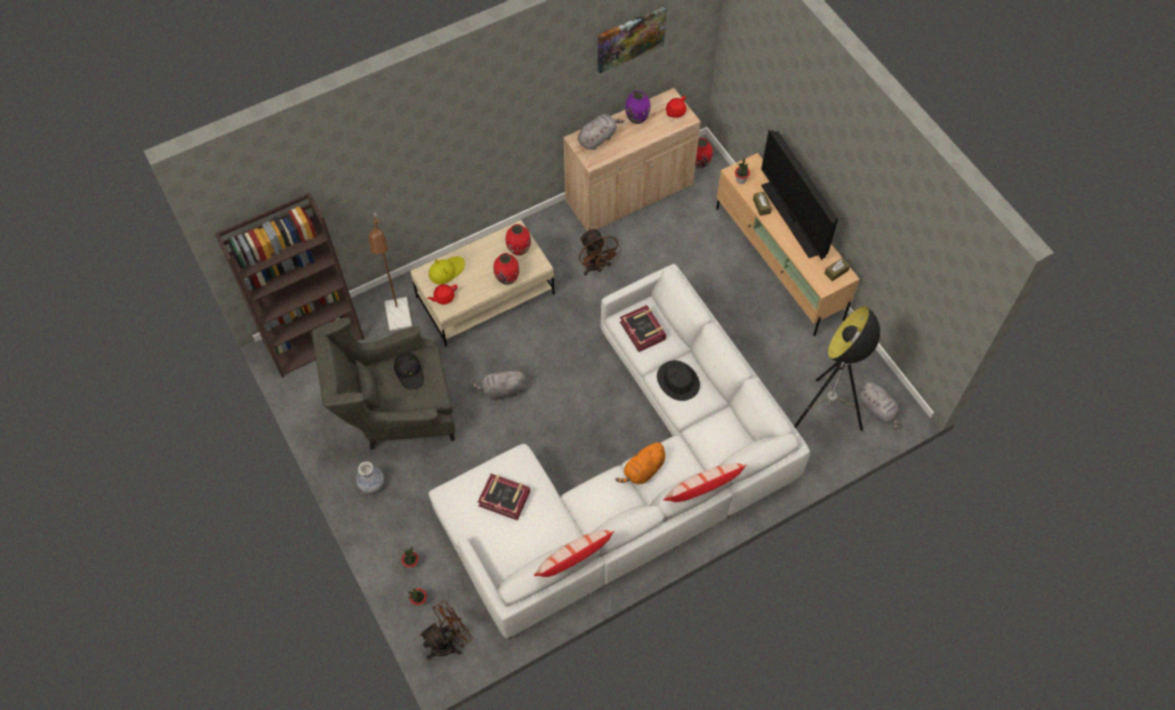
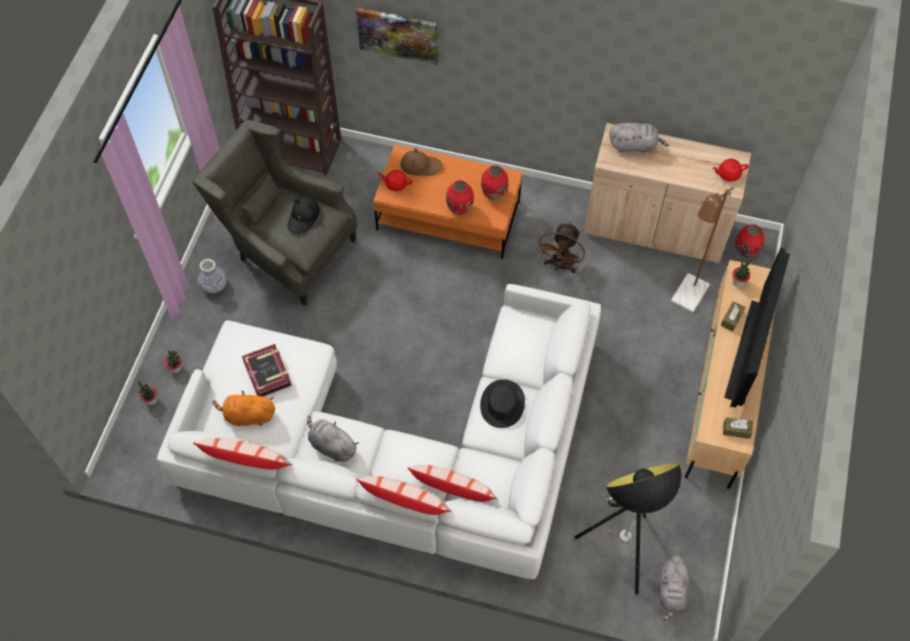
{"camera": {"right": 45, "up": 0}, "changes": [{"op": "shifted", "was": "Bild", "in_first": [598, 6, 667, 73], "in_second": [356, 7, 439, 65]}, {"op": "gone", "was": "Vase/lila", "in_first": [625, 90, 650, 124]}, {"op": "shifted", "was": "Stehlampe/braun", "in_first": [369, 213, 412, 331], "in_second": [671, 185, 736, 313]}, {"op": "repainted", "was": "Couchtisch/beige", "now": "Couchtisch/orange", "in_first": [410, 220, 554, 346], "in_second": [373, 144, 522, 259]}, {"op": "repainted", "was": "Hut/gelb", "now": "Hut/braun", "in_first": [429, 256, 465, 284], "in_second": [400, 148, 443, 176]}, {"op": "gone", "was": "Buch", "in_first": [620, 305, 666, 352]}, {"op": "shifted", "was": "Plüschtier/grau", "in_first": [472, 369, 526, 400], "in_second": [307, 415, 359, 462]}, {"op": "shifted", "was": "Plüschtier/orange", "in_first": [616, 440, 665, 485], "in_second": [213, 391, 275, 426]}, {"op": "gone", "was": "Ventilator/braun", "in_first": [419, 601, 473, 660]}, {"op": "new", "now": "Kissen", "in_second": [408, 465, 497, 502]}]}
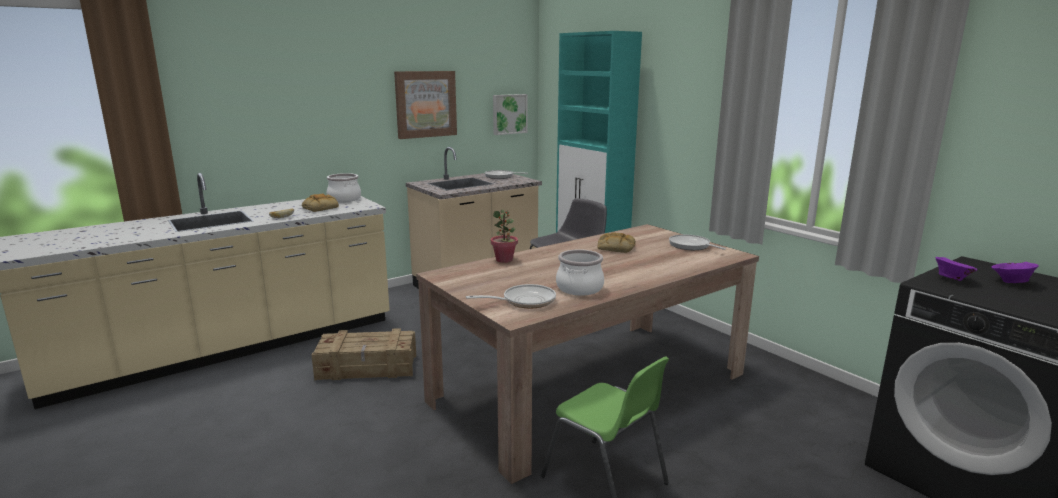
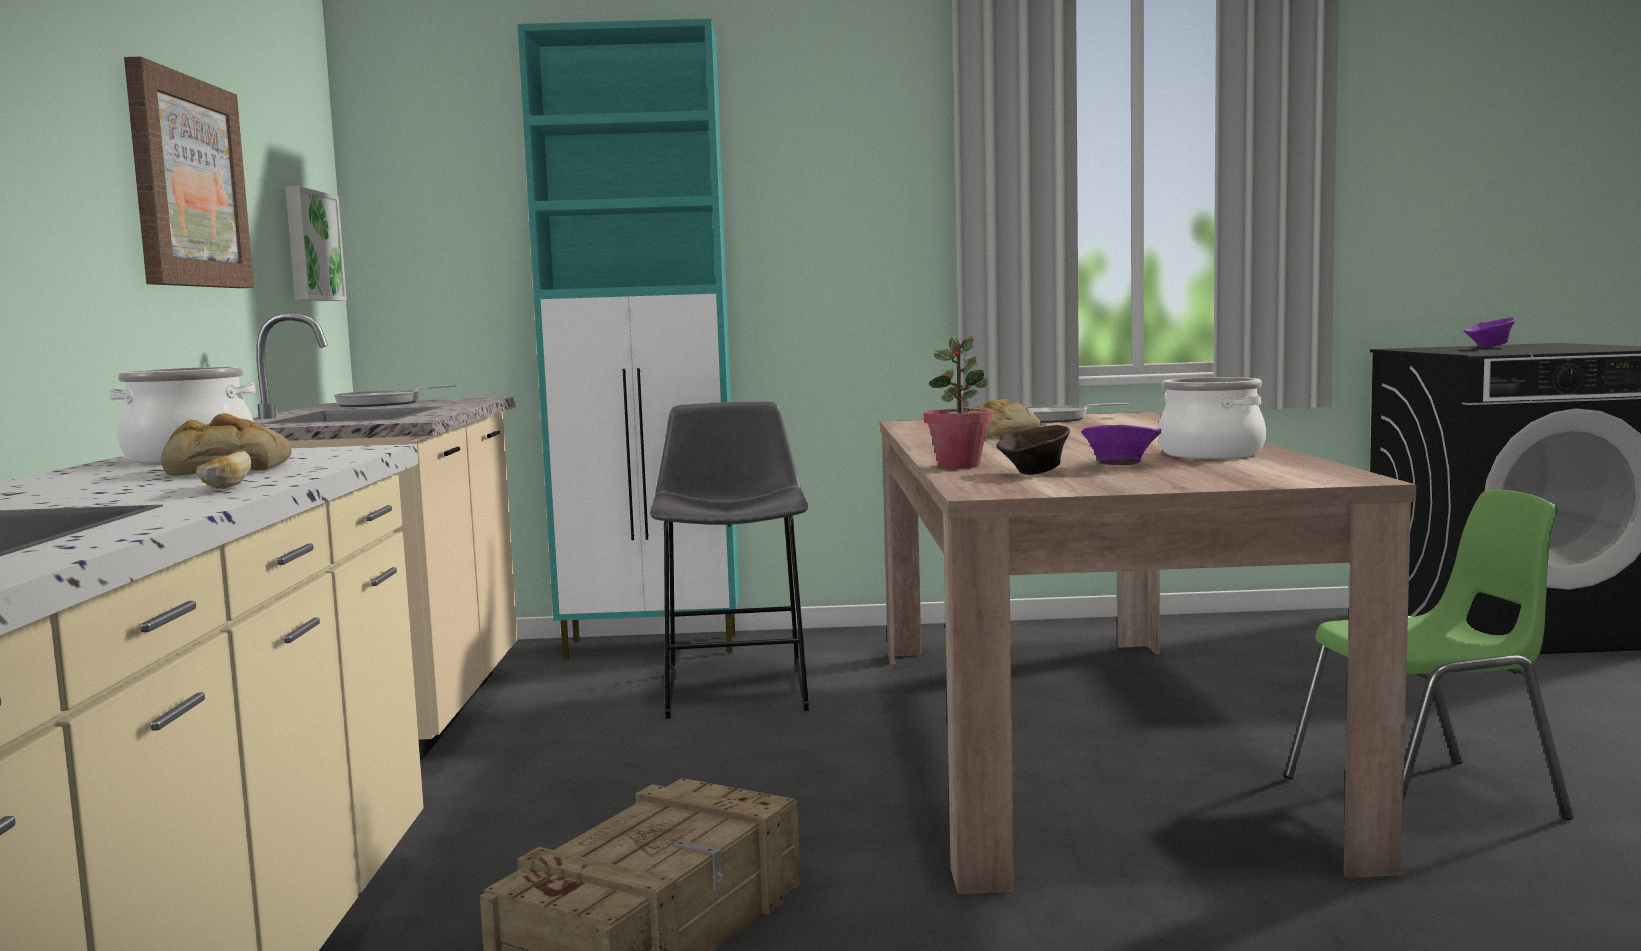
{"camera": {"right": -55, "up": -10}, "changes": [{"op": "shifted", "was": "Schüssel/lila", "in_first": [935, 257, 977, 281], "in_second": [1081, 425, 1161, 465]}, {"op": "gone", "was": "Pfanne", "in_first": [466, 284, 556, 308]}, {"op": "new", "now": "Schüssel/braun", "in_second": [997, 425, 1070, 475]}]}
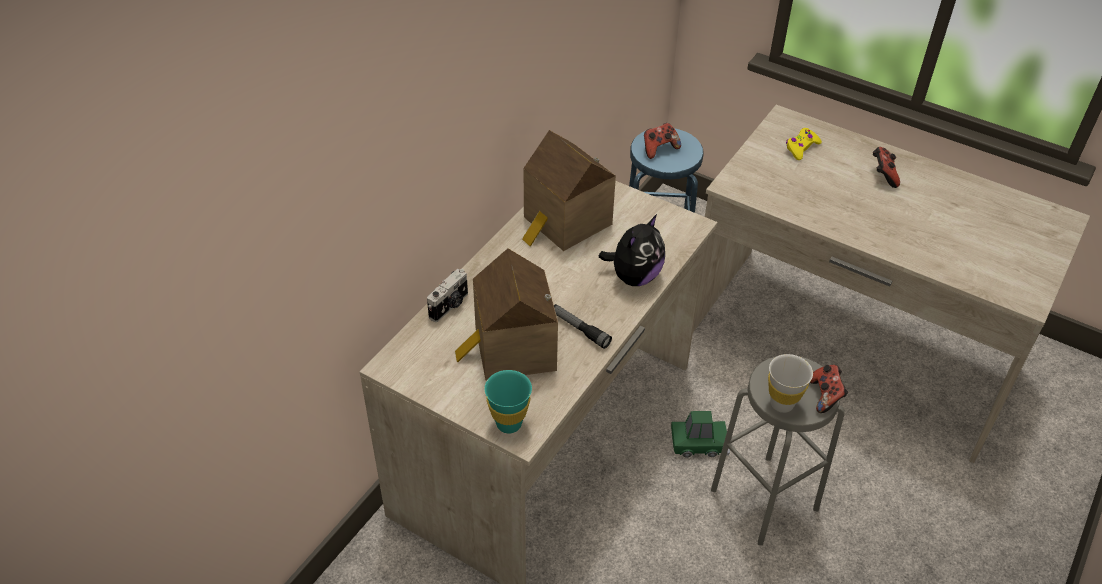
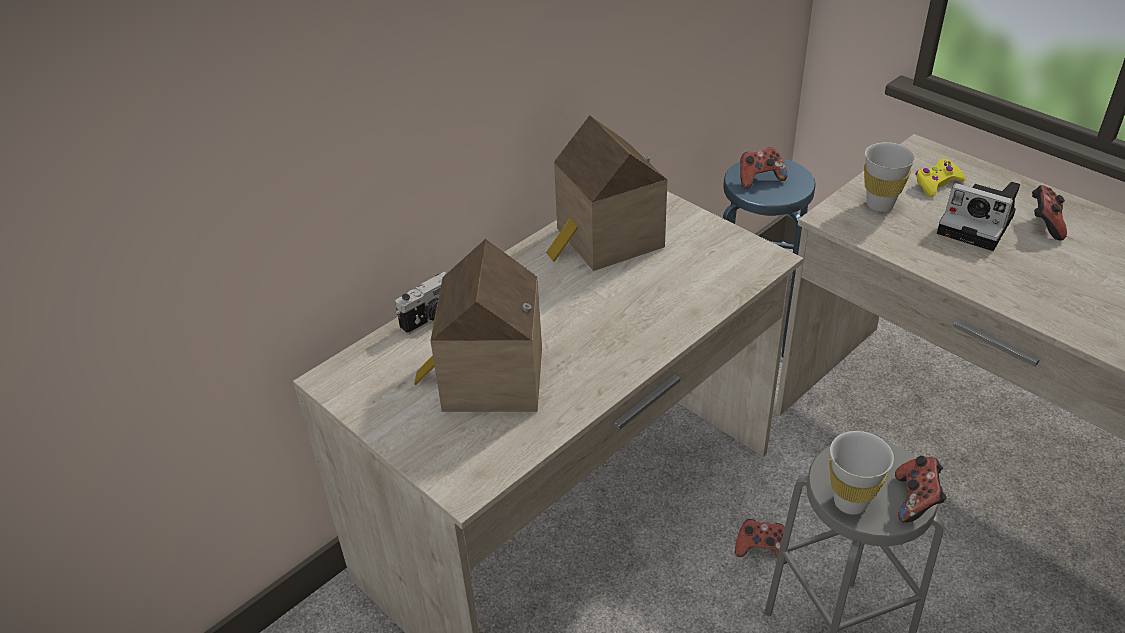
{"camera": {"right": 15, "up": -5}, "changes": [{"op": "gone", "was": "Plüschtier", "in_first": [599, 214, 665, 286]}, {"op": "gone", "was": "Taschenlampe", "in_first": [554, 304, 612, 349]}, {"op": "gone", "was": "Tasse/türkis", "in_first": [484, 370, 532, 433]}, {"op": "swapped", "was": "Spielzeugauto/grün", "now": "Gamepad", "in_first": [671, 411, 730, 458], "in_second": [735, 519, 789, 564]}, {"op": "new", "now": "Tasse/weiß", "in_second": [864, 142, 916, 212]}, {"op": "new", "now": "Kamera", "in_second": [937, 182, 1020, 251]}]}
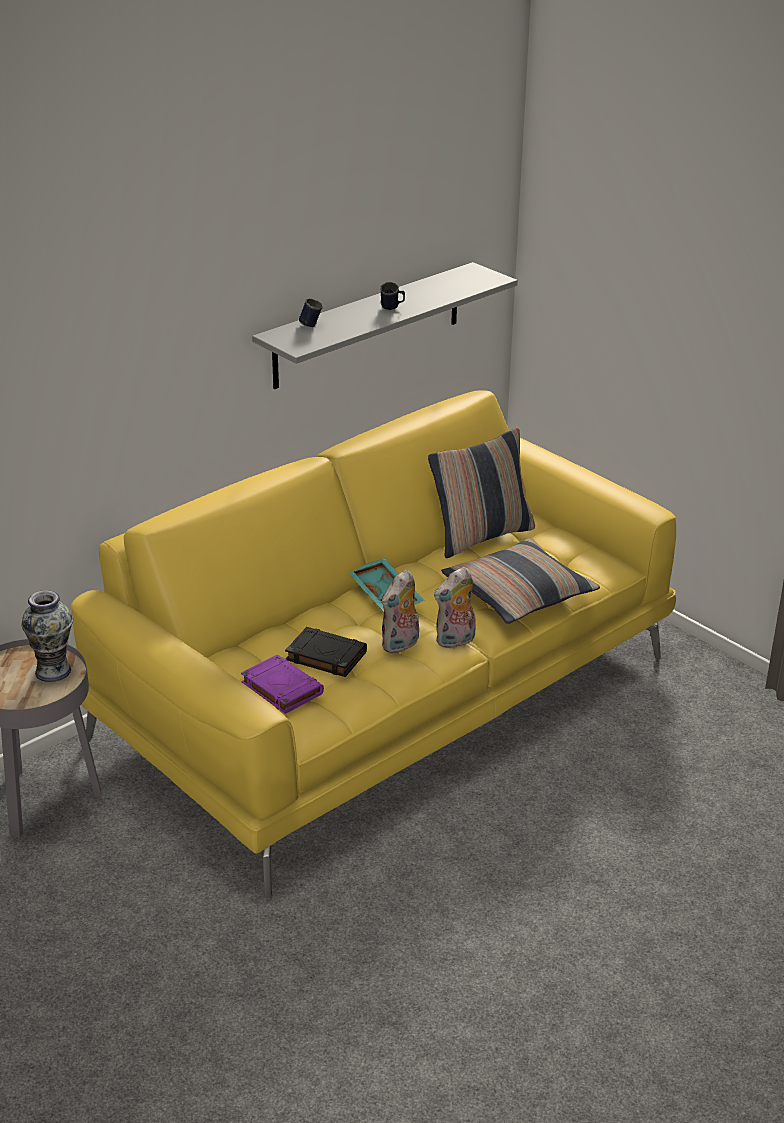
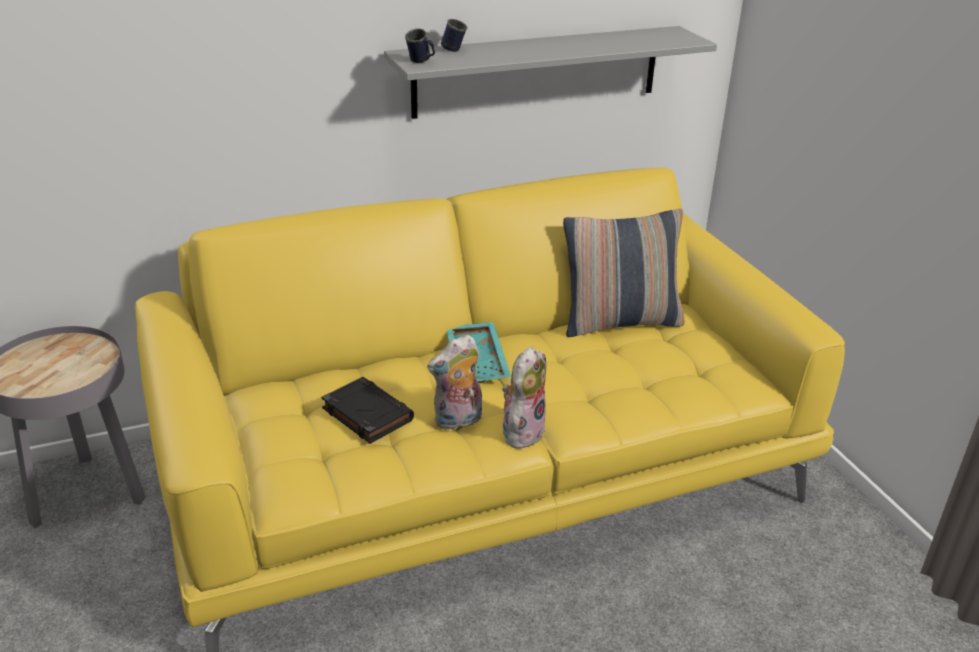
{"camera": {"right": 20, "up": 0}, "changes": [{"op": "shifted", "was": "Henkelbecher/blau", "in_first": [380, 282, 405, 310], "in_second": [405, 28, 435, 63]}, {"op": "gone", "was": "Kissen", "in_first": [441, 538, 600, 624]}, {"op": "rotated", "was": "Plüschtier", "in_first": [434, 567, 476, 648], "in_second": [502, 347, 546, 449], "clockwise": 135}, {"op": "gone", "was": "Vase", "in_first": [22, 590, 73, 682]}, {"op": "gone", "was": "Buch/lila", "in_first": [241, 654, 324, 714]}]}
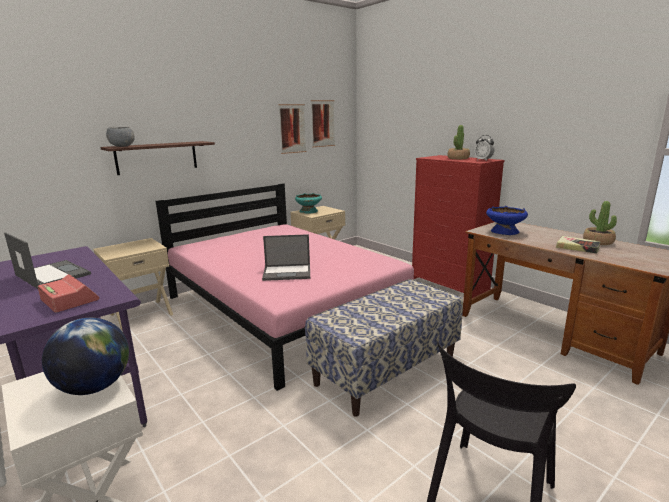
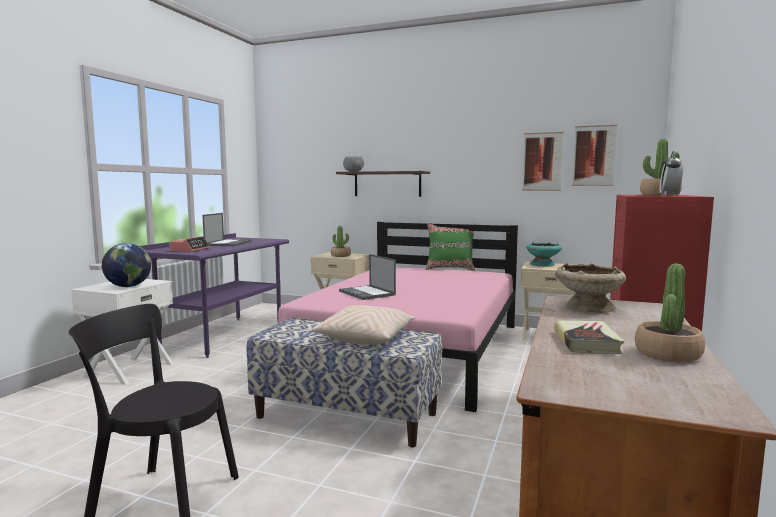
{"camera": {"right": 60, "up": -10}, "changes": [{"op": "repainted", "was": "Schüssel/blau", "now": "Schüssel/beige", "in_first": [486, 206, 528, 235], "in_second": [555, 263, 626, 313]}, {"op": "new", "now": "Kissen/grün", "in_second": [426, 223, 476, 271]}, {"op": "new", "now": "Topfpflanze", "in_second": [331, 226, 351, 257]}, {"op": "new", "now": "Kissen/beige", "in_second": [311, 305, 416, 344]}]}
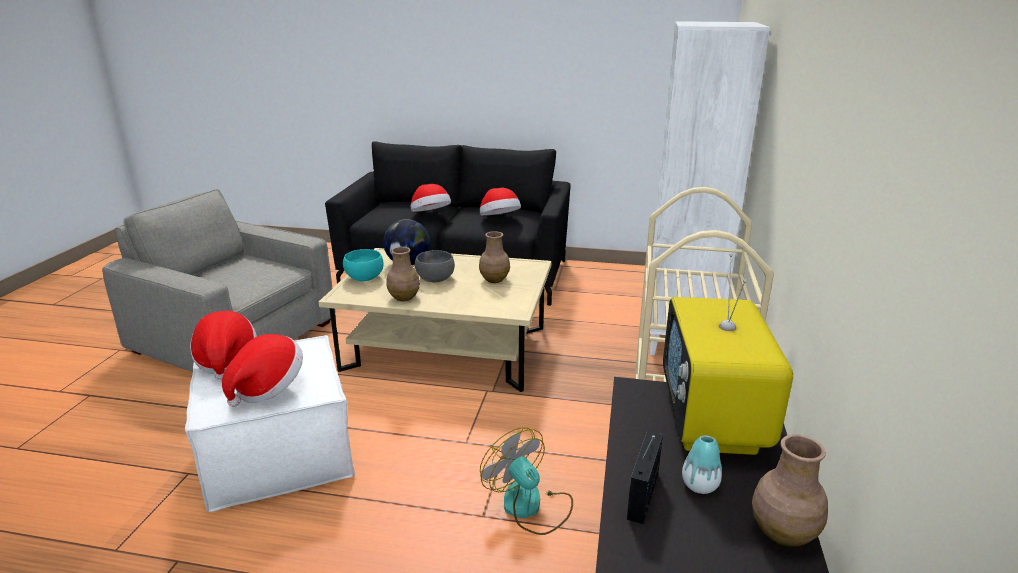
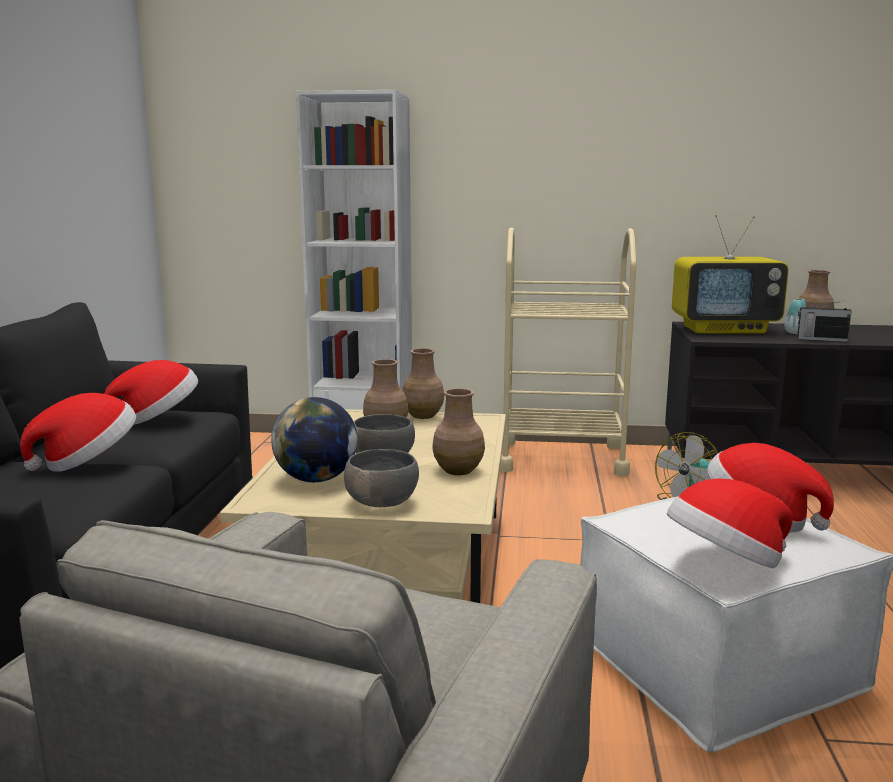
{"camera": {"right": -95, "up": -10}, "changes": [{"op": "repainted", "was": "Schüssel/türkis", "now": "Schüssel/grau", "in_first": [343, 249, 384, 281], "in_second": [344, 449, 419, 507]}, {"op": "new", "now": "Vase/braun", "in_second": [402, 348, 444, 419]}]}
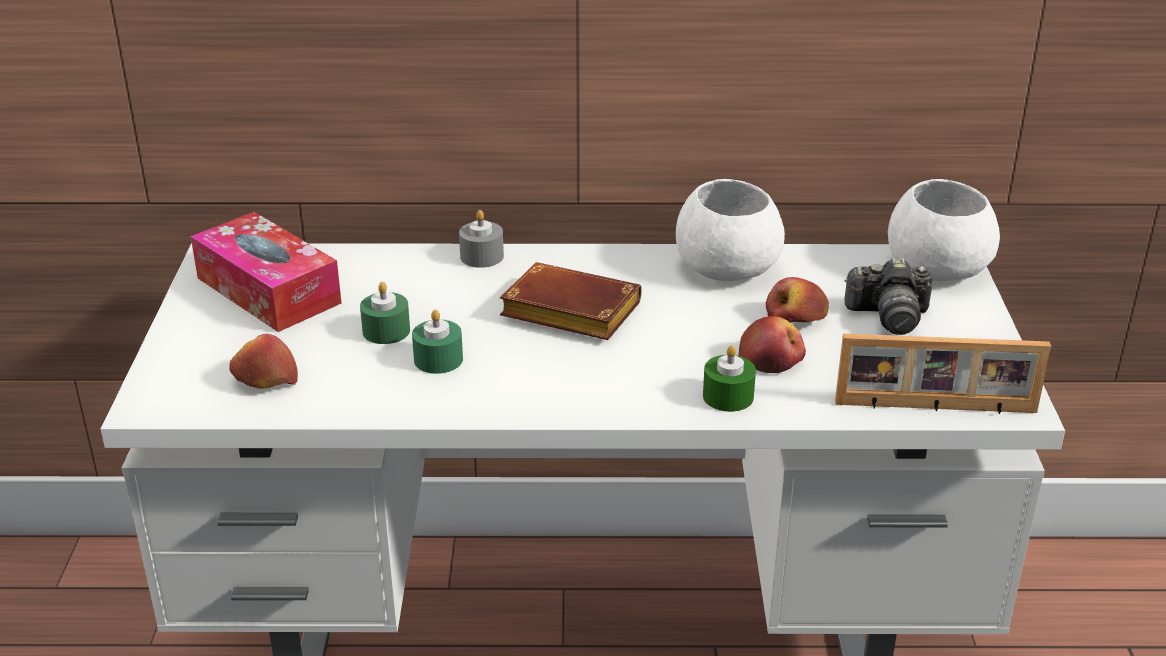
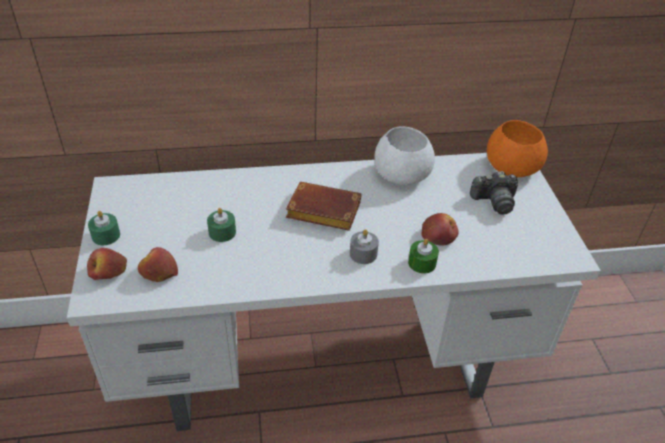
{"camera": {"right": -10, "up": 10}, "changes": [{"op": "repainted", "was": "Schüssel/weiß", "now": "Schüssel/orange", "in_first": [888, 179, 1000, 281], "in_second": [487, 120, 548, 177]}, {"op": "shifted", "was": "Kerze/grau", "in_first": [459, 210, 504, 268], "in_second": [350, 229, 379, 264]}, {"op": "gone", "was": "Taschentuchbox", "in_first": [191, 212, 342, 332]}, {"op": "shifted", "was": "Apfel", "in_first": [766, 277, 829, 323], "in_second": [87, 248, 127, 280]}, {"op": "shifted", "was": "Kerze/grün", "in_first": [412, 309, 463, 374], "in_second": [88, 211, 120, 245]}, {"op": "gone", "was": "Bilderrahmen", "in_first": [835, 333, 1051, 414]}]}
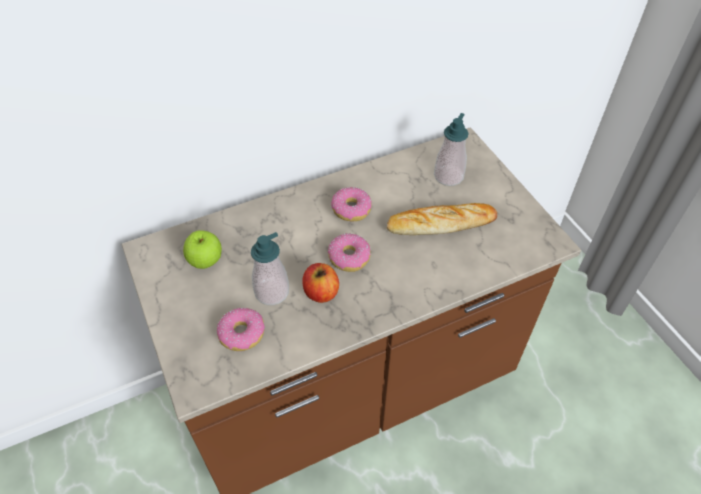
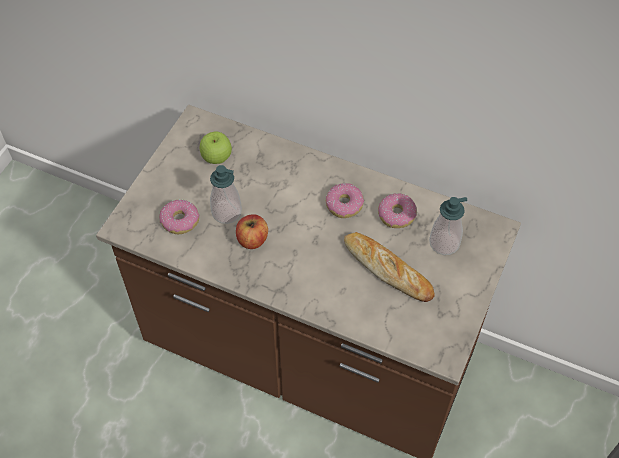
{"camera": {"right": 50, "up": 5}, "changes": [{"op": "shifted", "was": "Donut", "in_first": [328, 233, 371, 272], "in_second": [378, 193, 417, 228]}]}
